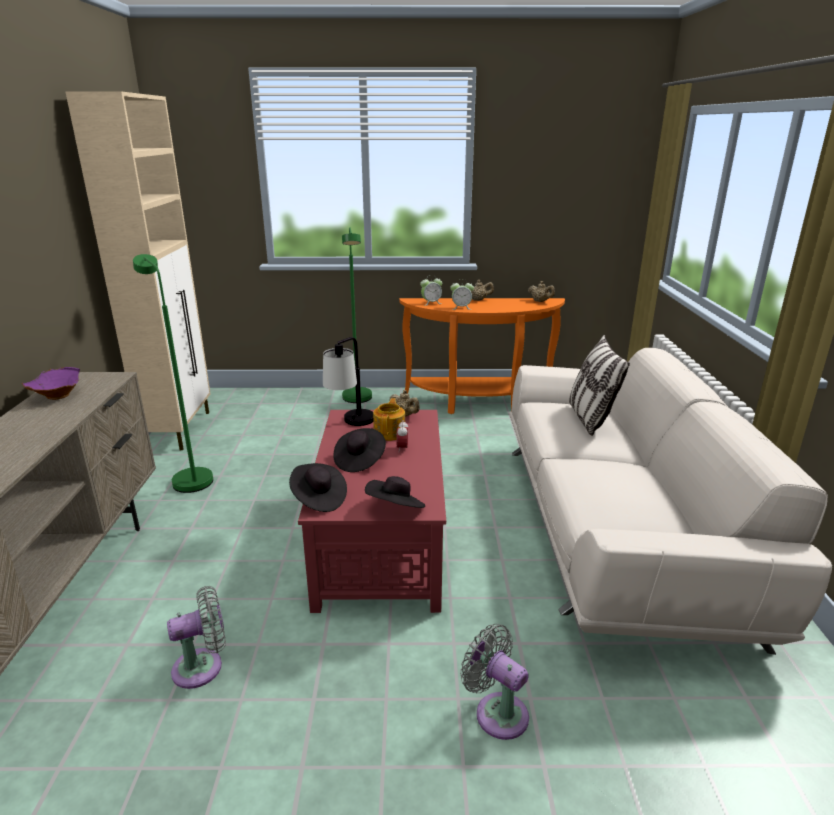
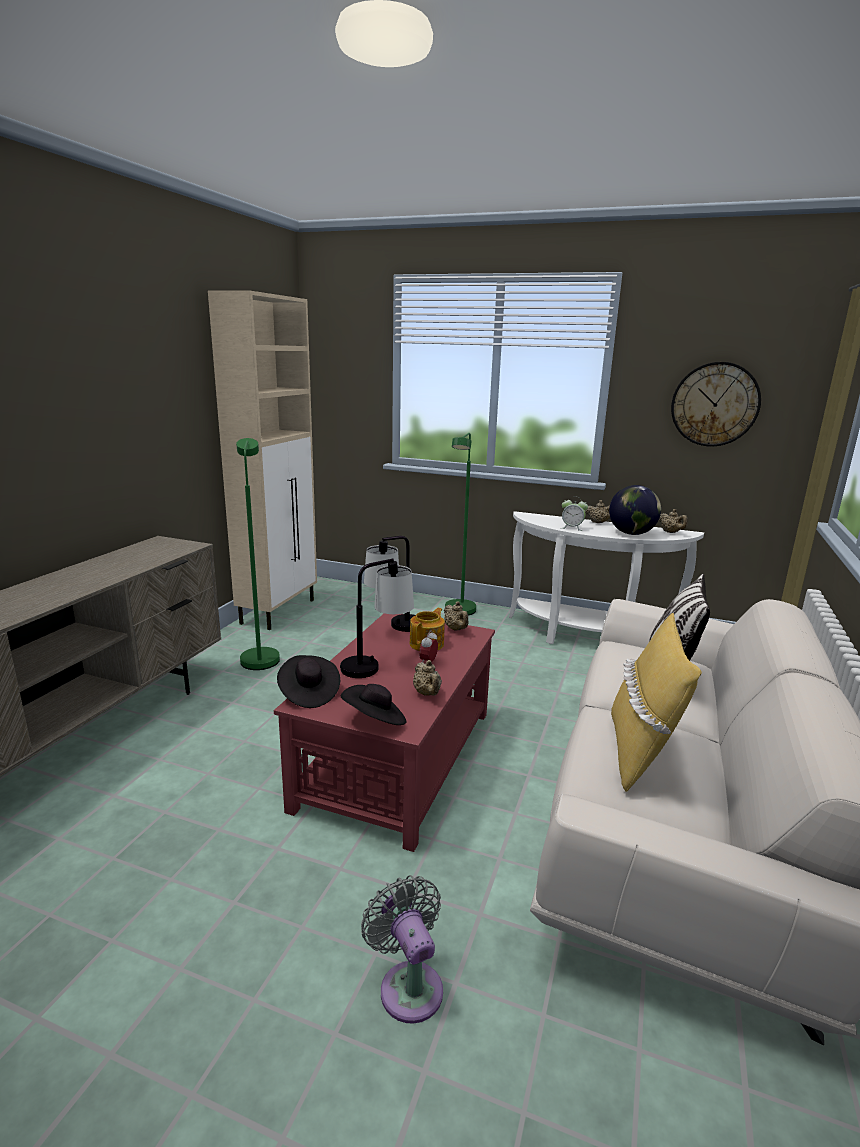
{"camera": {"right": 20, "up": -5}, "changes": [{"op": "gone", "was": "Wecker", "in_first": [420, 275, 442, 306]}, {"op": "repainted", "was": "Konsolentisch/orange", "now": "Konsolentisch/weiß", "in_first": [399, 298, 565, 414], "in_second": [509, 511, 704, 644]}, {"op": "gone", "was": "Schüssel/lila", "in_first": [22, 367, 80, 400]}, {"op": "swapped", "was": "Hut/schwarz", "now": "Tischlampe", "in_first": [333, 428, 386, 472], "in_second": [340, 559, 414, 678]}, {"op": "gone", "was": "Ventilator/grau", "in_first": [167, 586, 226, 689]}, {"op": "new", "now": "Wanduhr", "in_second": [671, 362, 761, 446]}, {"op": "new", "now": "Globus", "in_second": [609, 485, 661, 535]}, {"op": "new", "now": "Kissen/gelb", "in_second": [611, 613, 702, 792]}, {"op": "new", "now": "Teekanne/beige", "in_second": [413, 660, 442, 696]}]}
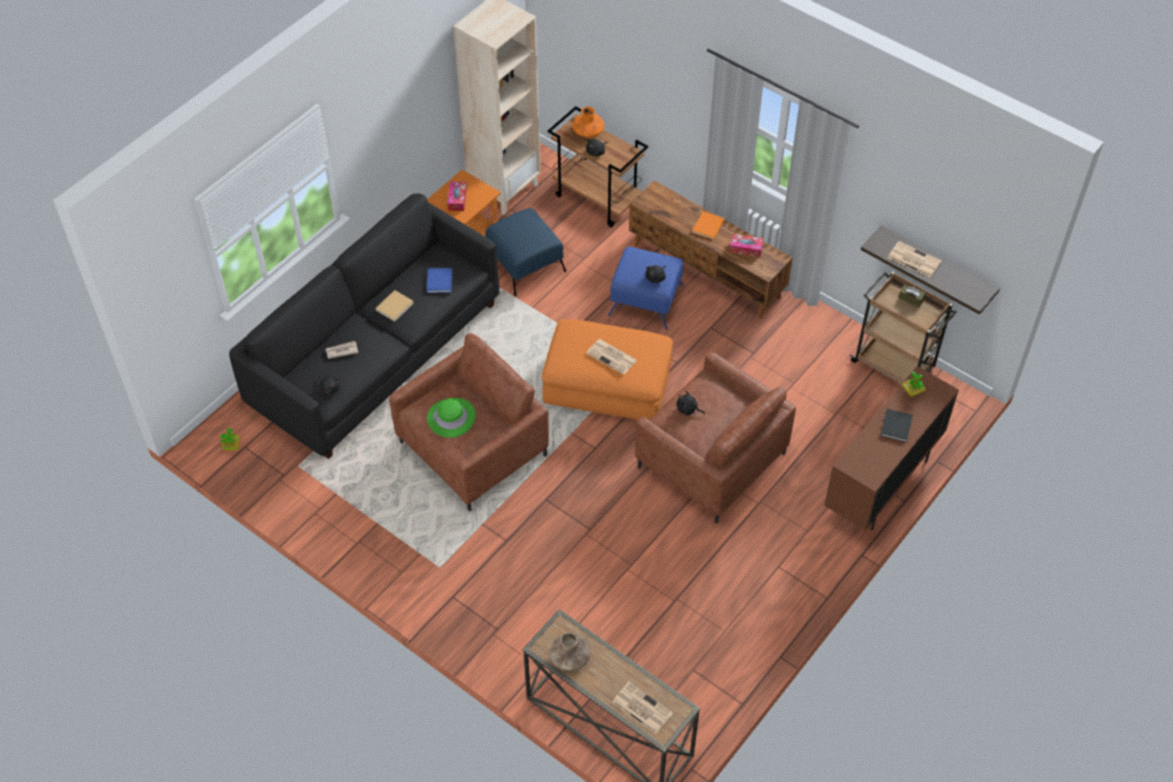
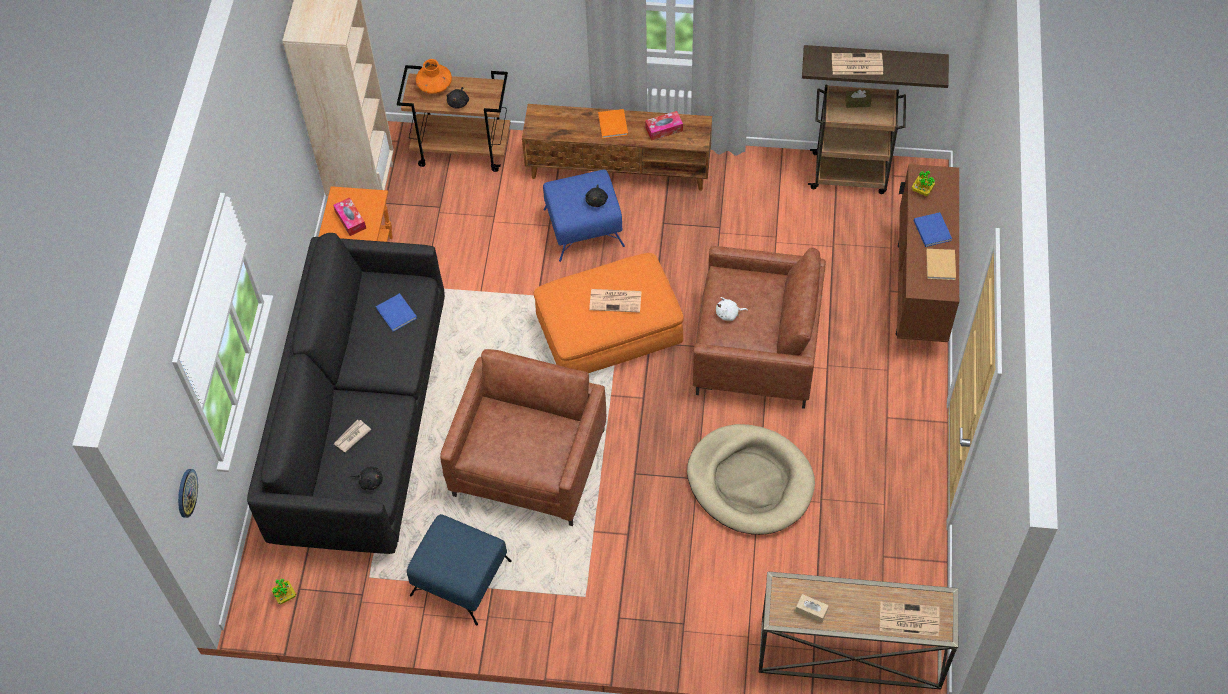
{"camera": {"right": -30, "up": 5}, "changes": [{"op": "shifted", "was": "Polsterhocker/blau", "in_first": [485, 208, 566, 296], "in_second": [407, 514, 512, 625]}, {"op": "shifted", "was": "Buch/beige", "in_first": [375, 290, 414, 322], "in_second": [926, 249, 956, 280]}, {"op": "repainted", "was": "Plüschtier/schwarz", "now": "Plüschtier/weiß", "in_first": [677, 391, 705, 415], "in_second": [716, 297, 748, 321]}, {"op": "gone", "was": "Hut/grün", "in_first": [427, 398, 476, 438]}, {"op": "repainted", "was": "Buch/schwarz", "now": "Buch/blau", "in_first": [880, 409, 913, 442], "in_second": [914, 212, 952, 247]}, {"op": "swapped", "was": "Vase/braun", "now": "Taschentuchbox/beige", "in_first": [550, 632, 591, 671], "in_second": [795, 594, 829, 623]}, {"op": "new", "now": "Hundebett/beige", "in_second": [687, 424, 815, 535]}, {"op": "new", "now": "Wanduhr", "in_second": [178, 469, 198, 518]}]}
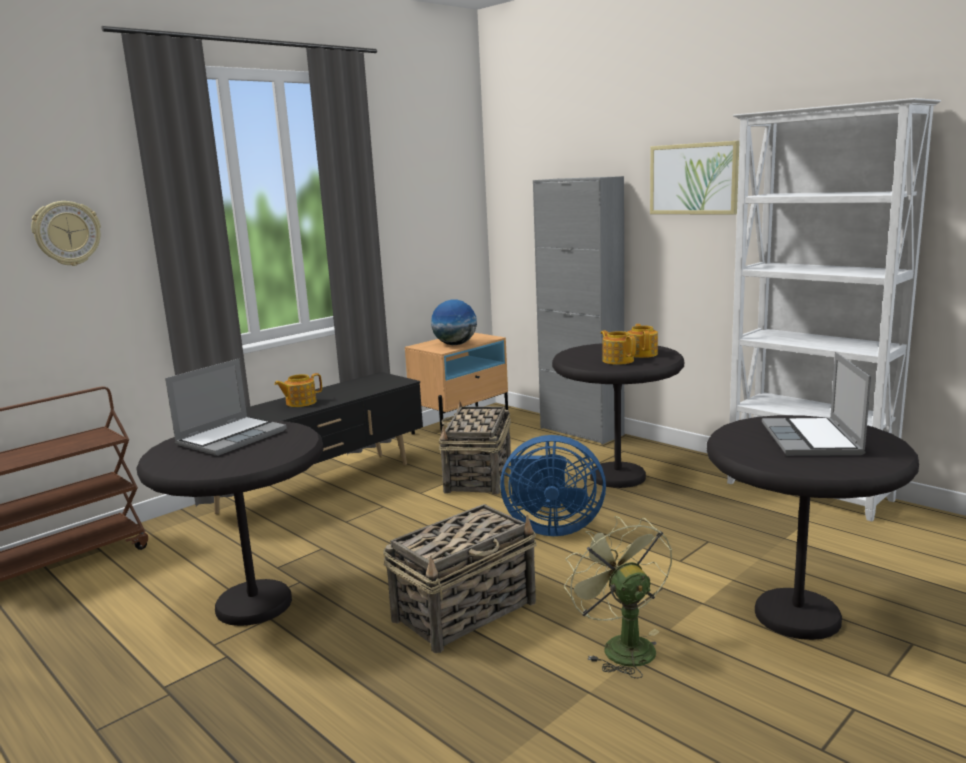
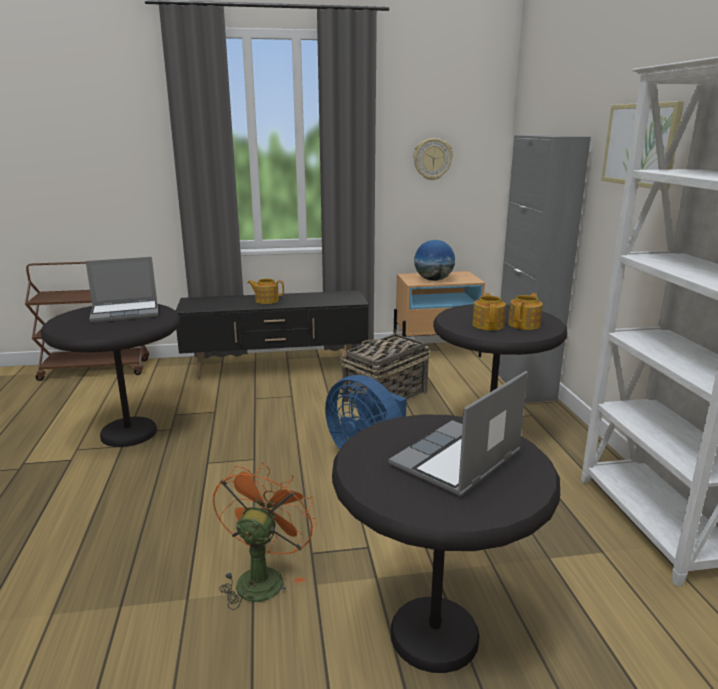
{"camera": {"right": 35, "up": 5}, "changes": [{"op": "shifted", "was": "Wanduhr", "in_first": [31, 201, 101, 266], "in_second": [413, 138, 453, 181]}, {"op": "gone", "was": "Korb", "in_first": [383, 504, 536, 653]}, {"op": "repainted", "was": "Ventilator/grün", "now": "Ventilator/orange", "in_first": [564, 516, 672, 678], "in_second": [213, 462, 317, 610]}]}
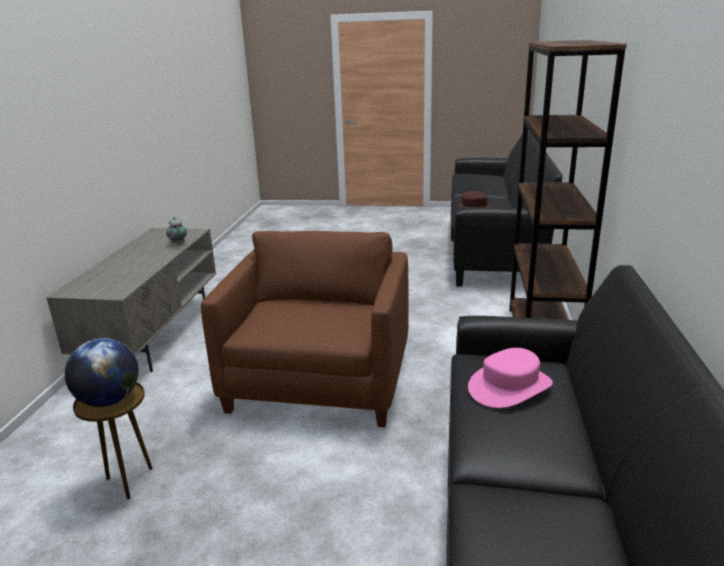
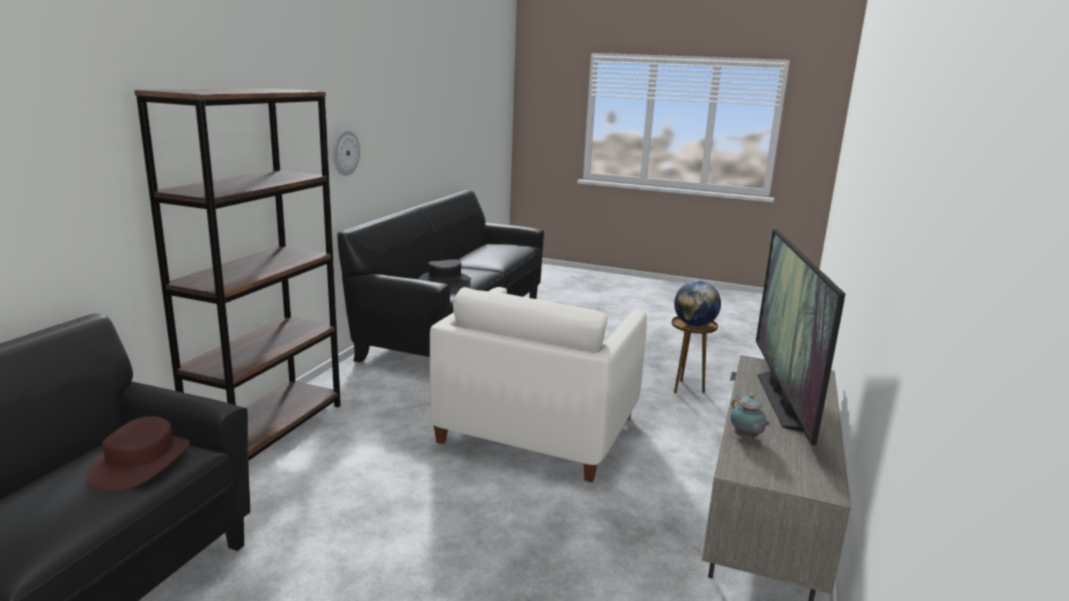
{"camera": {"right": -170, "up": -5}, "changes": [{"op": "repainted", "was": "Sessel/braun", "now": "Sessel/weiß", "in_first": [201, 231, 408, 427], "in_second": [430, 287, 647, 482]}, {"op": "repainted", "was": "Hut/rosa", "now": "Hut/schwarz", "in_first": [468, 348, 553, 408], "in_second": [419, 259, 471, 283]}, {"op": "new", "now": "Wanduhr", "in_second": [333, 130, 360, 176]}, {"op": "new", "now": "Fernseher", "in_second": [756, 229, 845, 445]}]}
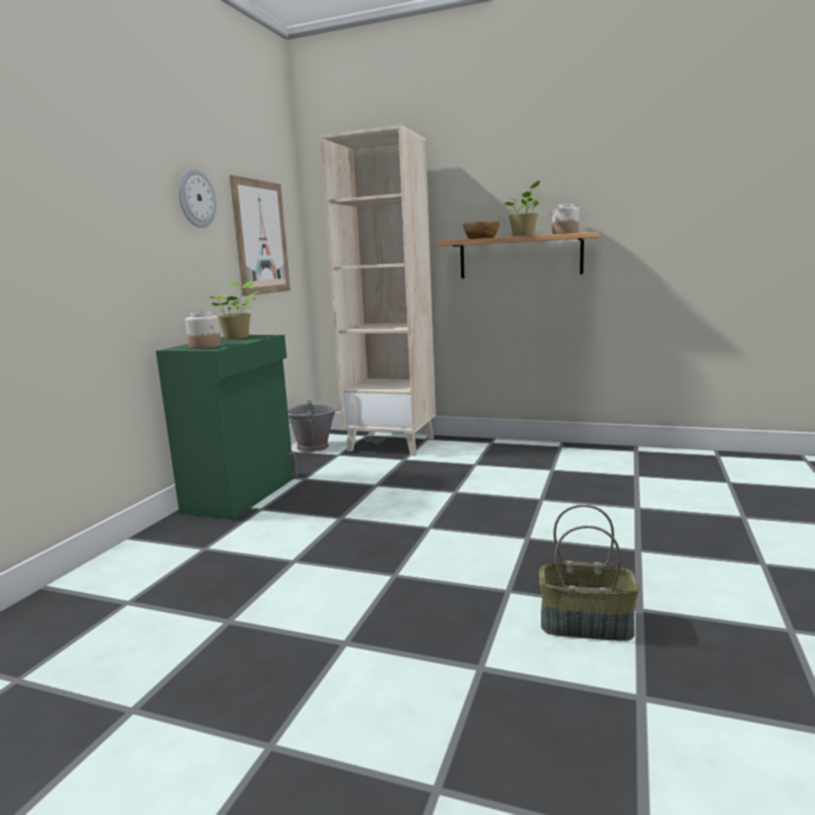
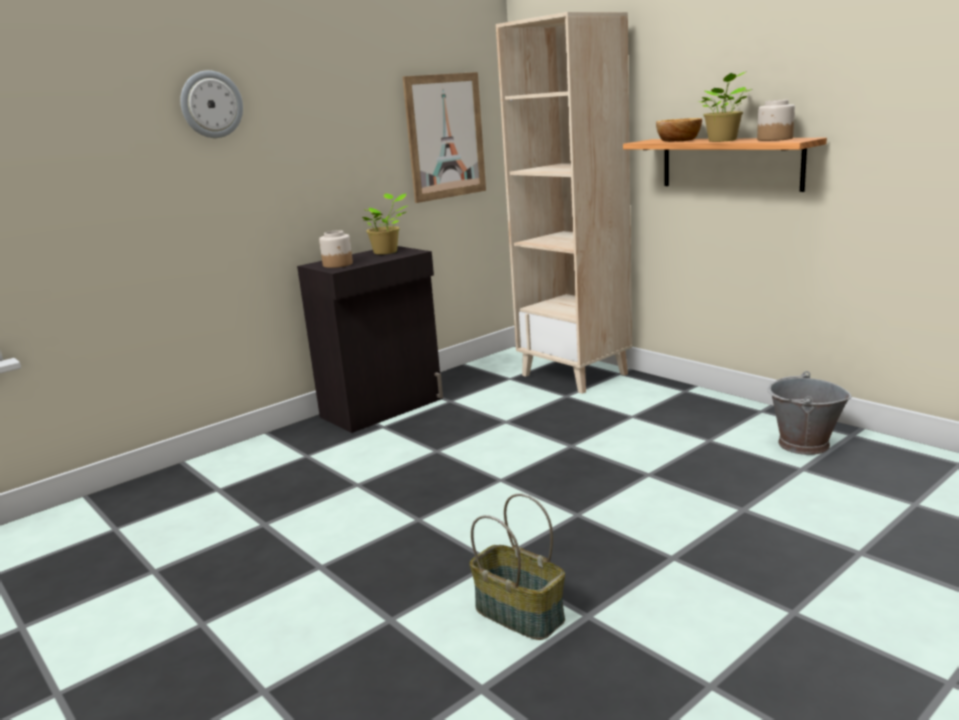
{"camera": {"right": 30, "up": 5}, "changes": [{"op": "shifted", "was": "Wanduhr", "in_first": [179, 168, 216, 228], "in_second": [180, 70, 243, 138]}, {"op": "repainted", "was": "Schrank/grün", "now": "Schrank/schwarz", "in_first": [156, 335, 298, 520], "in_second": [297, 246, 443, 433]}, {"op": "shifted", "was": "Eimer/grau", "in_first": [288, 400, 336, 452], "in_second": [767, 371, 851, 455]}]}
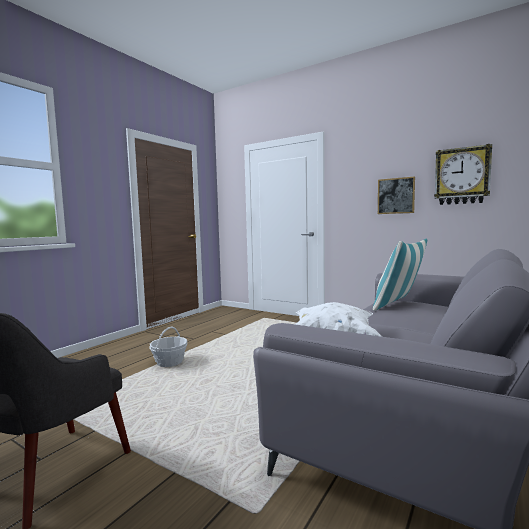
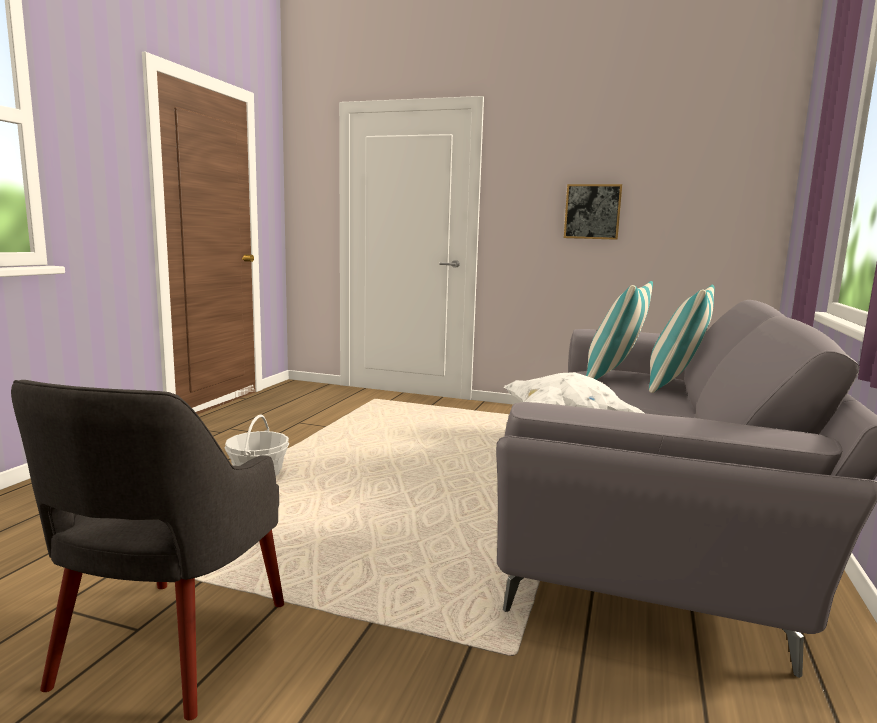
{"camera": {"right": -15, "up": 5}, "changes": [{"op": "gone", "was": "Wanduhr", "in_first": [434, 144, 492, 205]}, {"op": "new", "now": "Kissen", "in_second": [649, 285, 715, 393]}]}
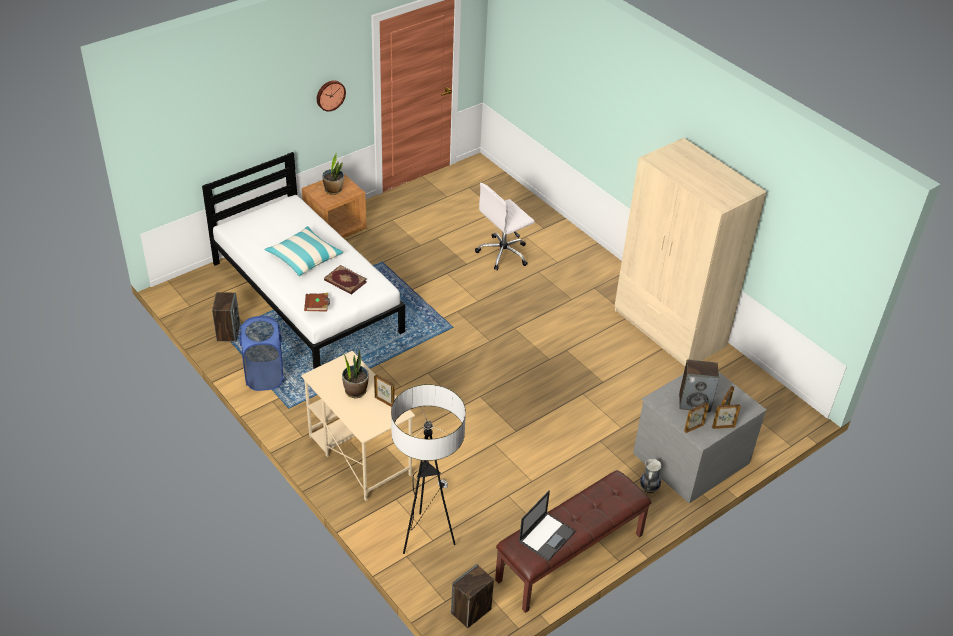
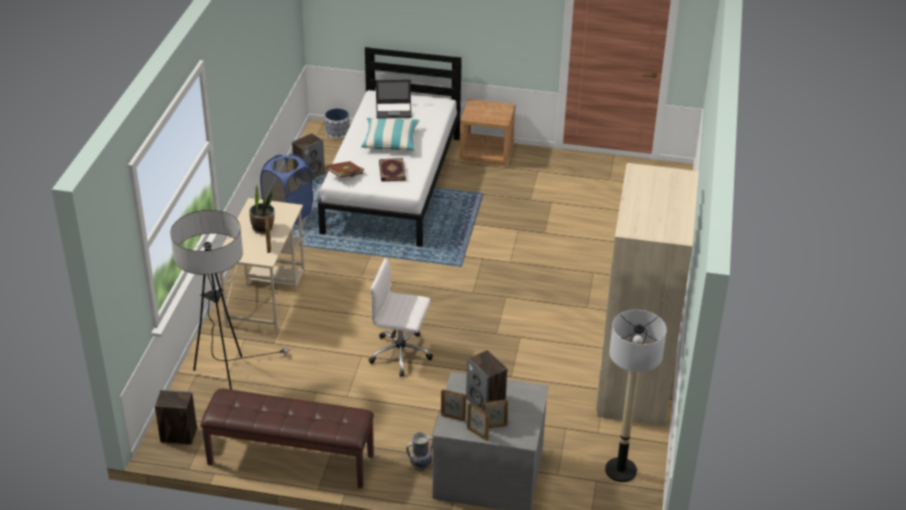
{"camera": {"right": 50, "up": -5}, "changes": [{"op": "gone", "was": "Wanduhr", "in_first": [317, 80, 346, 112]}, {"op": "gone", "was": "Topfpflanze", "in_first": [322, 153, 344, 195]}, {"op": "shifted", "was": "Bürostuhl/weiß", "in_first": [475, 183, 535, 270], "in_second": [369, 258, 433, 377]}, {"op": "shifted", "was": "Laptop", "in_first": [519, 490, 575, 561], "in_second": [376, 79, 412, 119]}, {"op": "new", "now": "Pflanzkübel", "in_second": [325, 108, 349, 139]}, {"op": "new", "now": "Stehlampe", "in_second": [605, 310, 667, 482]}]}
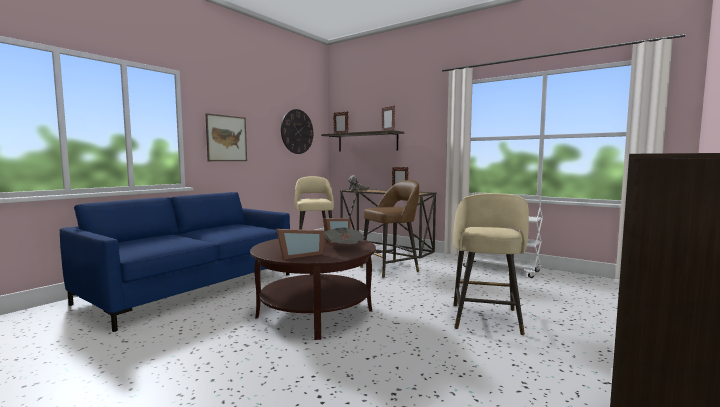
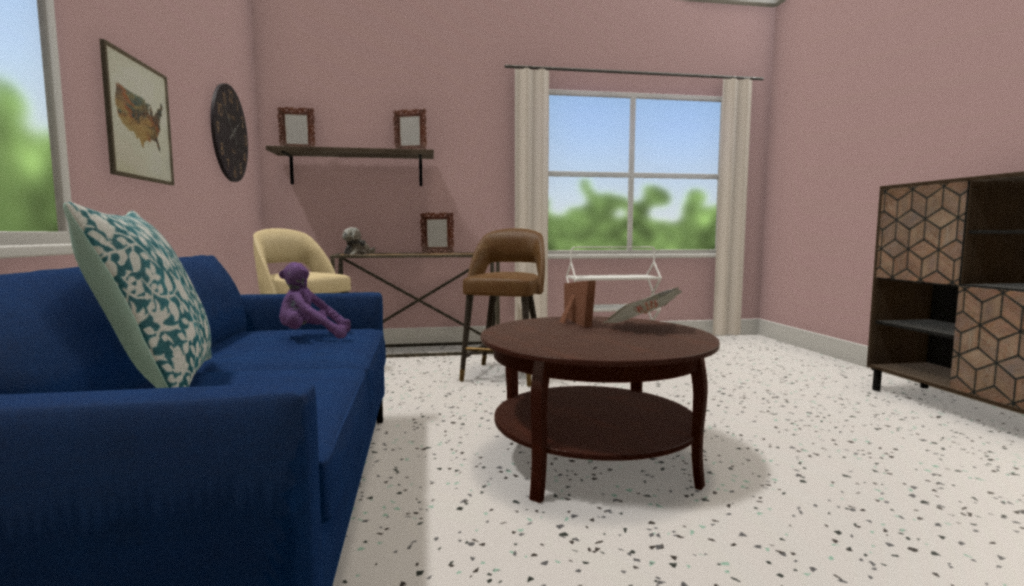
{"camera": {"right": -45, "up": 0}, "changes": [{"op": "gone", "was": "Hocker/beige", "in_first": [453, 193, 529, 336]}, {"op": "gone", "was": "Bilderrahmen", "in_first": [276, 229, 324, 259]}, {"op": "new", "now": "Kissen", "in_second": [63, 202, 212, 388]}, {"op": "new", "now": "Plüschtier/lila", "in_second": [279, 262, 351, 339]}]}
